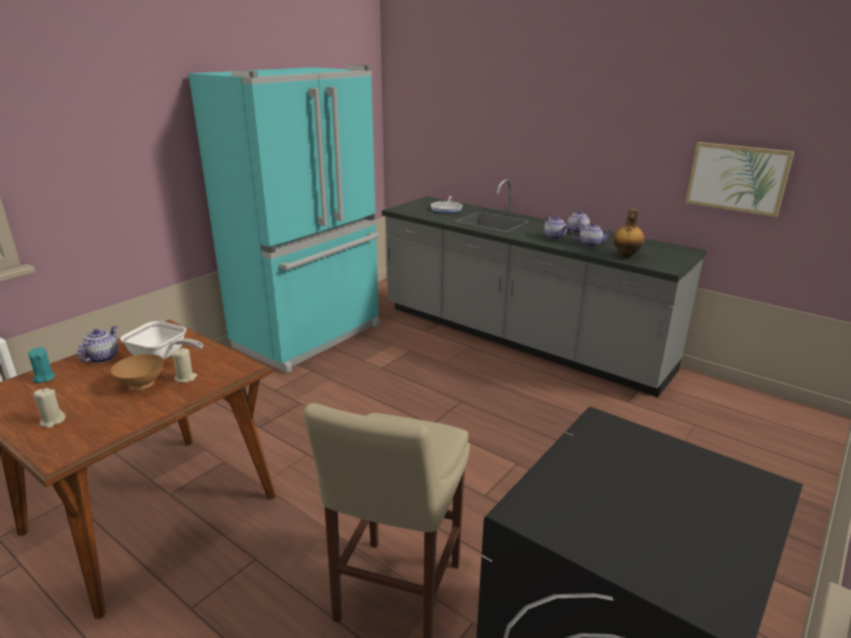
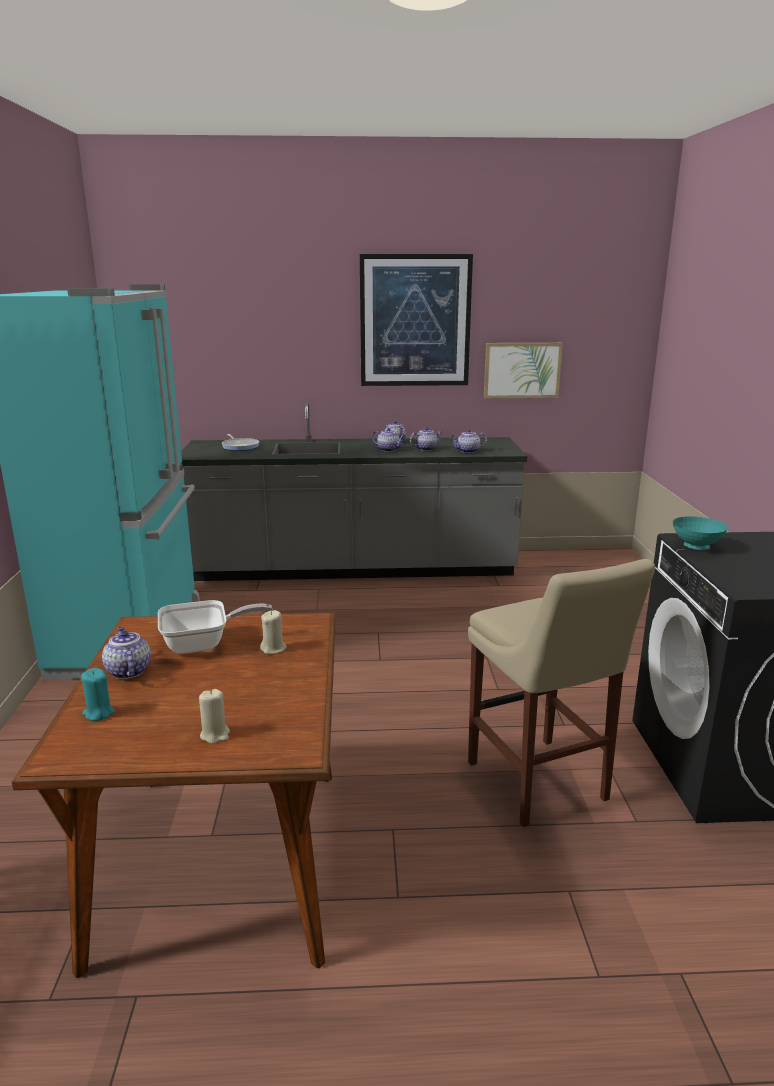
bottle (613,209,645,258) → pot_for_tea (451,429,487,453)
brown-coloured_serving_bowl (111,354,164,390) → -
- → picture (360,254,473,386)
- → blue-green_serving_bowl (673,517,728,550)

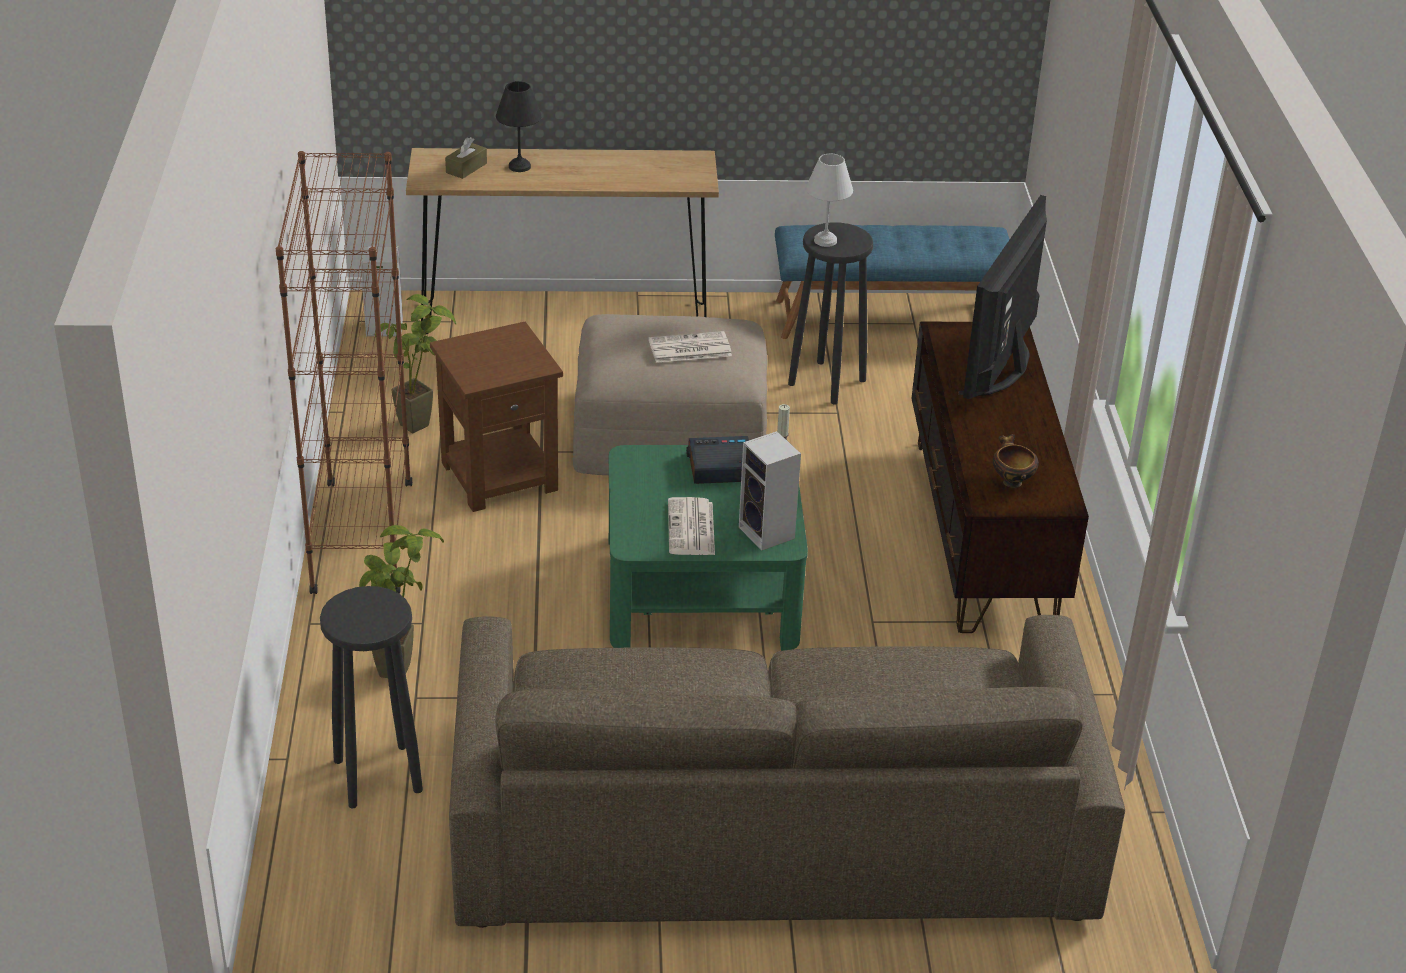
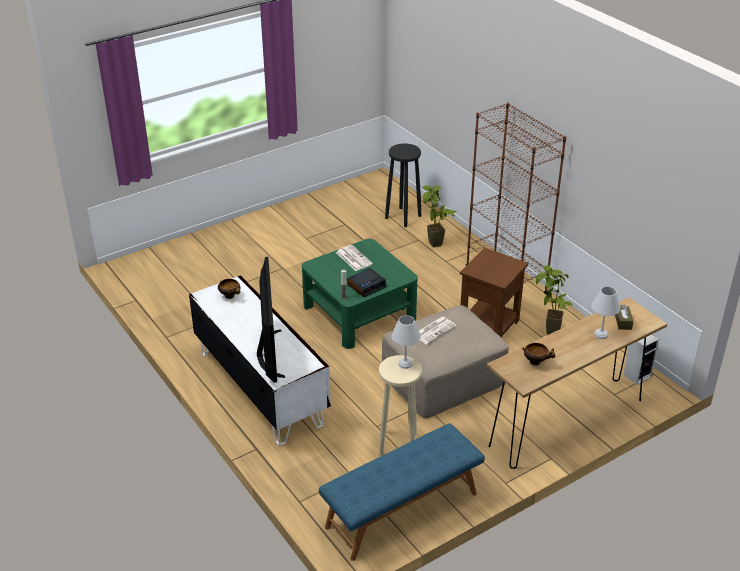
blackish_table_lamp (496,81,542,172) → whitish_table_lamp (591,287,620,339)
blackish_stool_seat (788,222,873,404) → sand-coloured_stool_seat (379,355,422,456)
brown-coloured_tv_stand (911,322,1089,633) → whitish_tv_stand (189,275,331,446)
loudspeaker (739,431,801,550) → -
brown-coloured_sofa (449,615,1125,928) → -
- → serving_bowl (522,343,556,366)

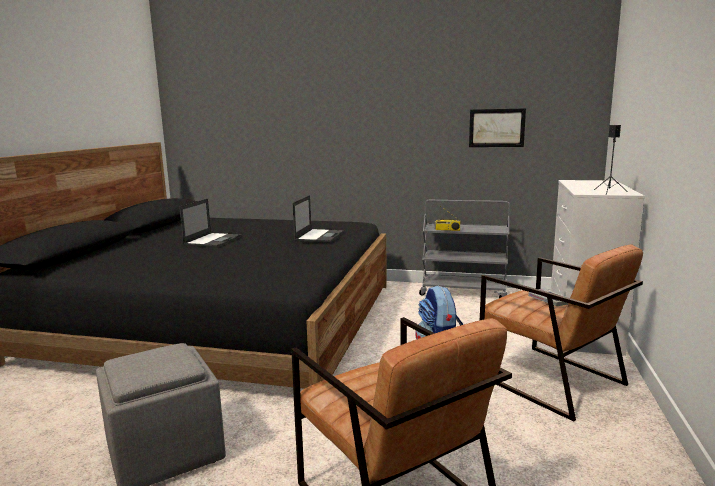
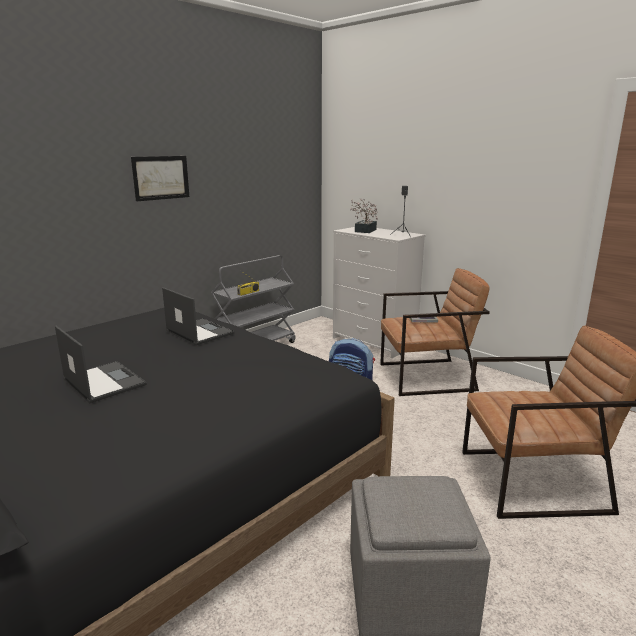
picture (469,108,526,147) → picture (131,156,189,201), relocated
- → houseplant (350,199,378,233)

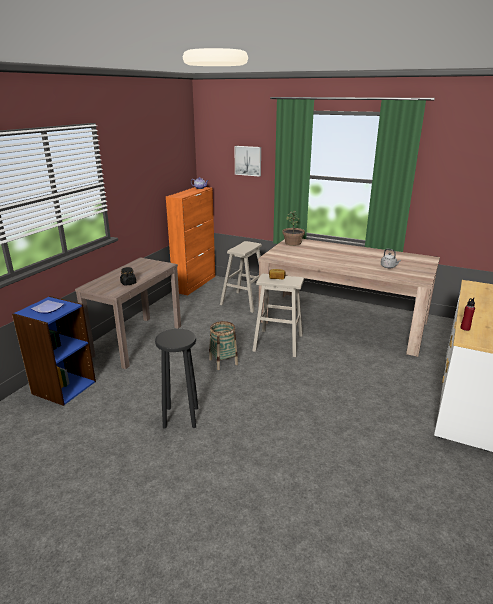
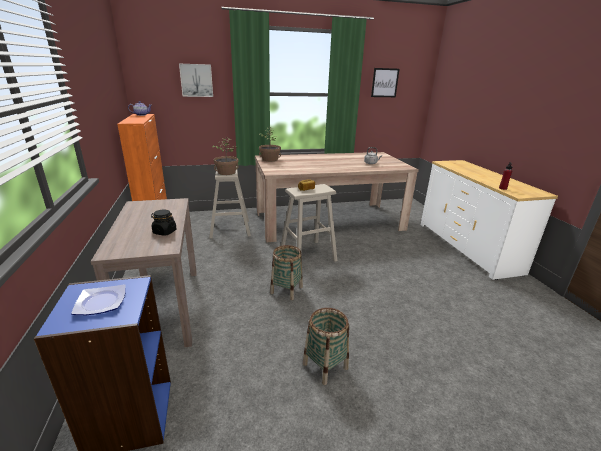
blackish_stool_seat (155,329,198,429) → household_basket (303,308,349,385)
- → picture (371,68,399,97)
- → houseplant (212,137,239,175)

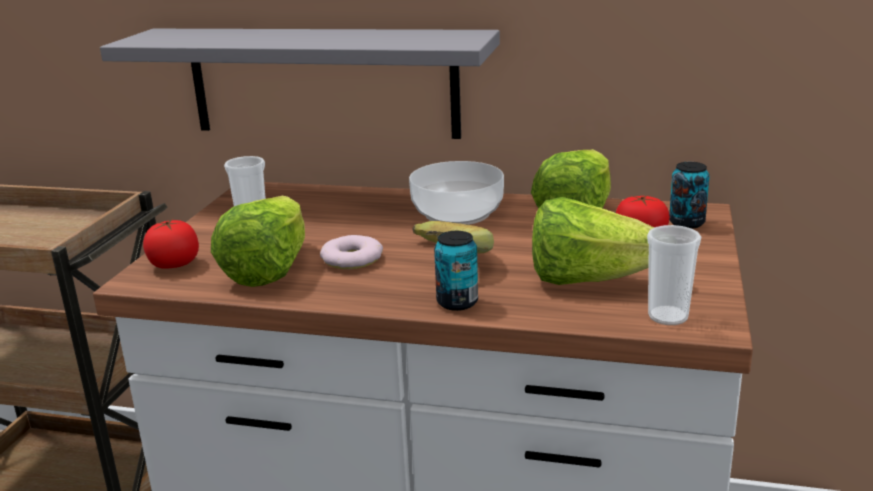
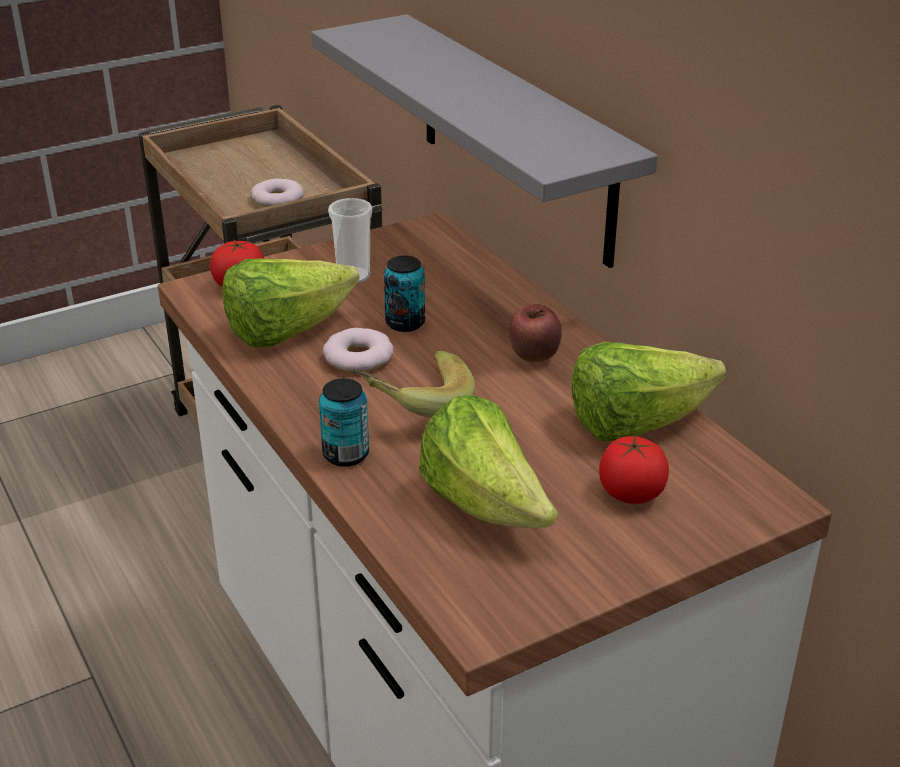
serving_bowl (409,161,504,225) → whole_apple (509,304,561,362)
can (669,162,710,229) → can (384,256,425,332), relocated
cup (647,225,702,325) → -
- → doughnut (251,179,304,207)

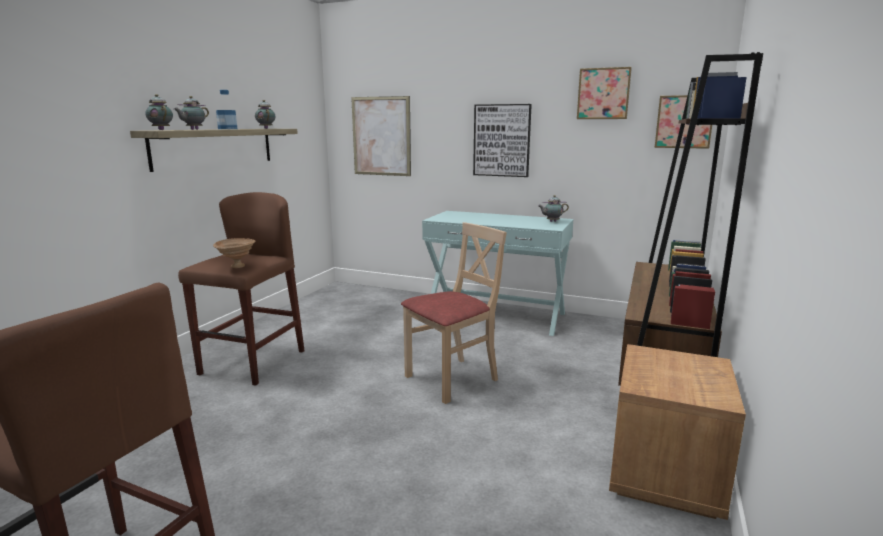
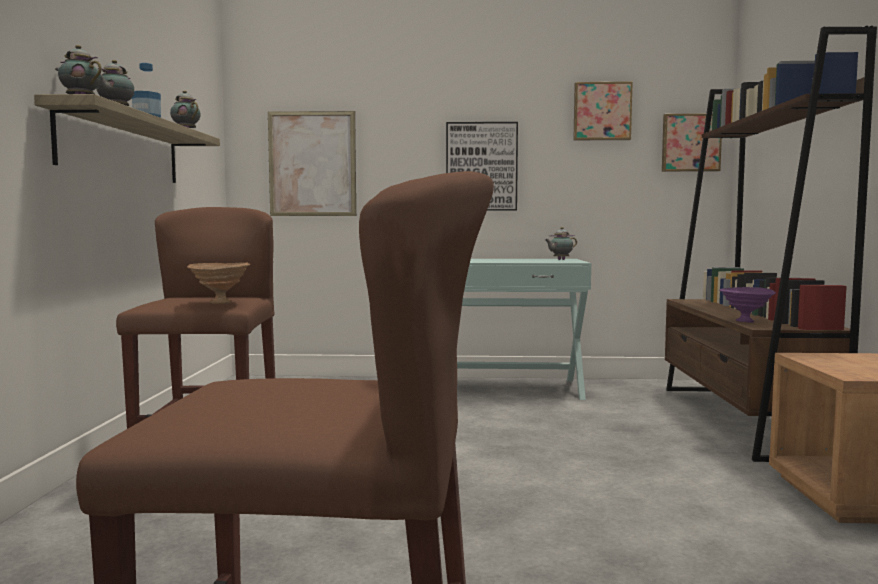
sand-coloured_chair (401,222,507,404) → -
- → purple-coloured_serving_bowl (719,287,776,323)

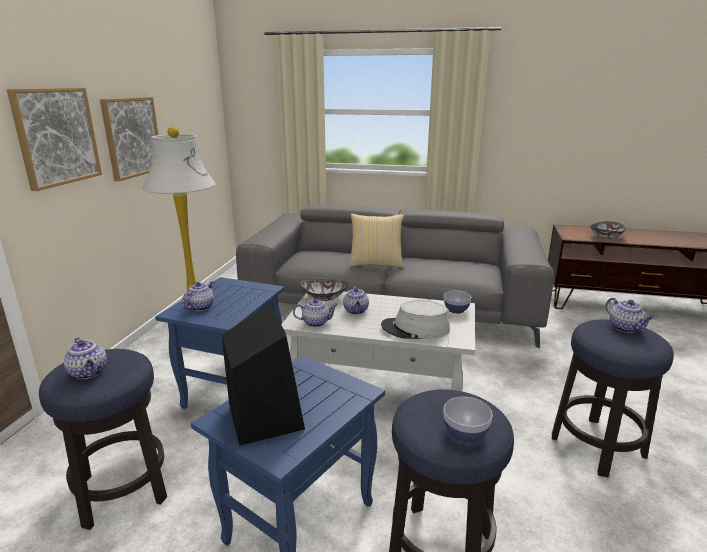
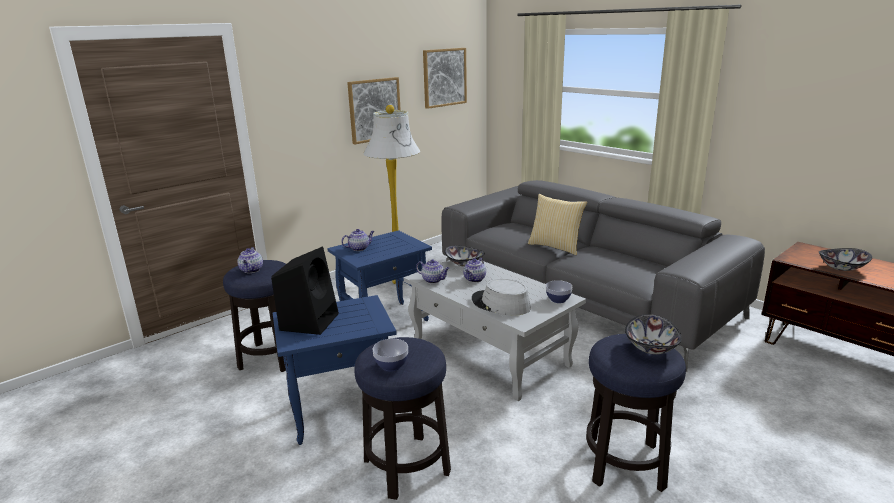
picture (6,88,102,191) → picture (423,48,467,109), relocated
pot_for_tea (606,298,654,333) → serving_bowl (625,314,682,354)

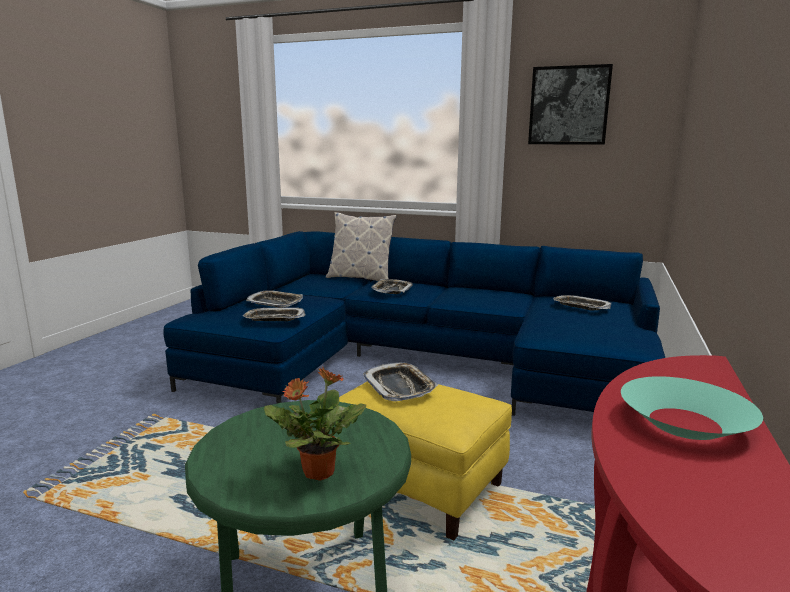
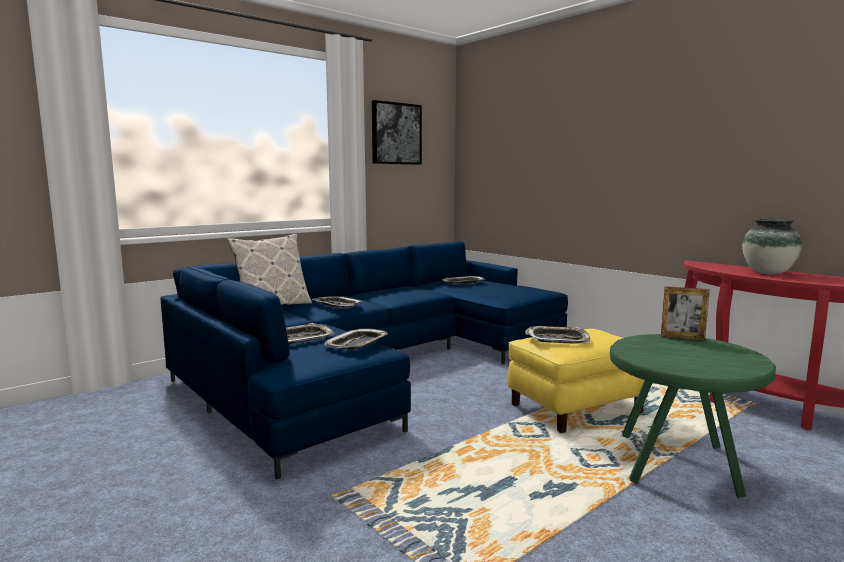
houseplant (264,367,366,481) → -
blue-green_serving_bowl (621,376,763,440) → vase (742,219,802,274)
- → standing_frame (661,286,710,341)

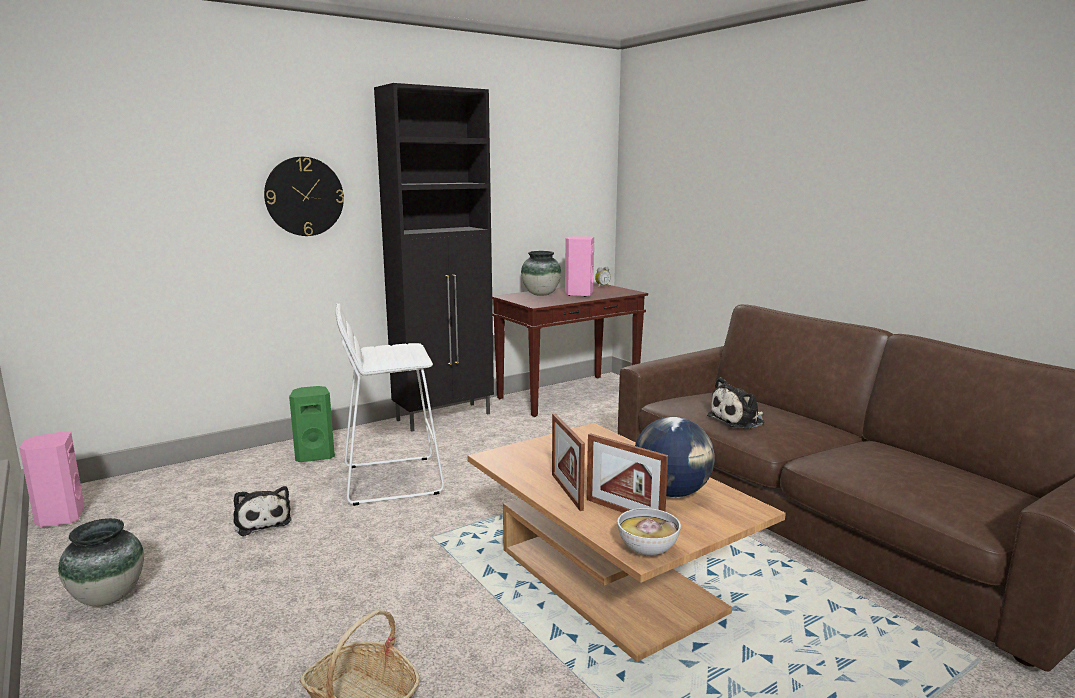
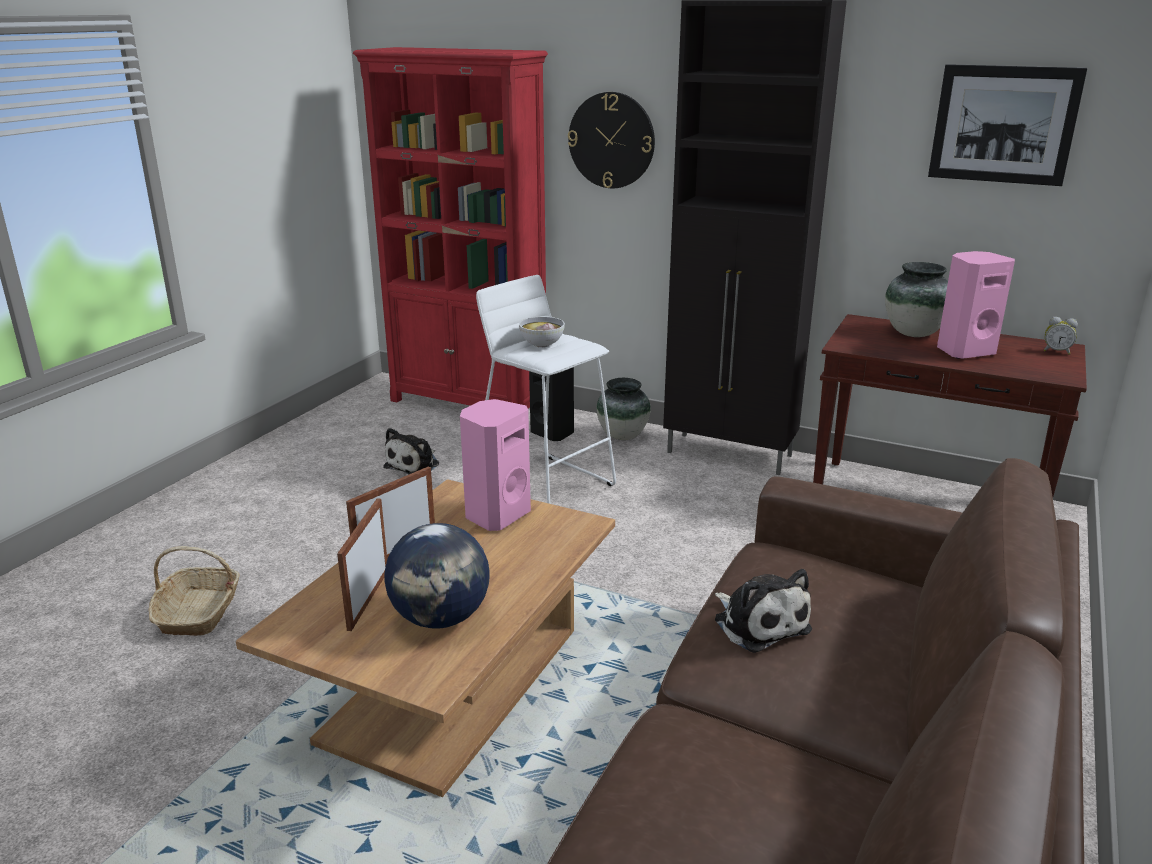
soft_toy (707,377,765,429) → soft_toy (715,569,812,653), 150 degrees counterclockwise
green-coloured_loudspeaker (289,386,335,462) → blackish_loudspeaker (529,367,574,441)
pink_loudspeaker (19,431,84,527) → pink_loudspeaker (460,399,531,531), relocated
serving_bowl (618,508,681,556) → serving_bowl (519,317,565,348), relocated
vase (58,518,144,606) → vase (596,378,651,440), relocated
- → reddish_bookshelf (353,47,548,409)
- → picture (928,64,1087,186)

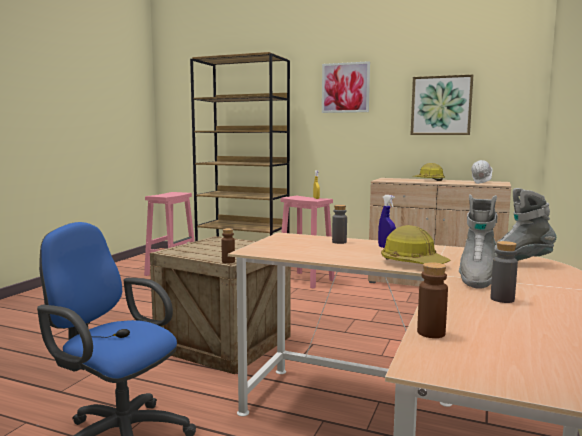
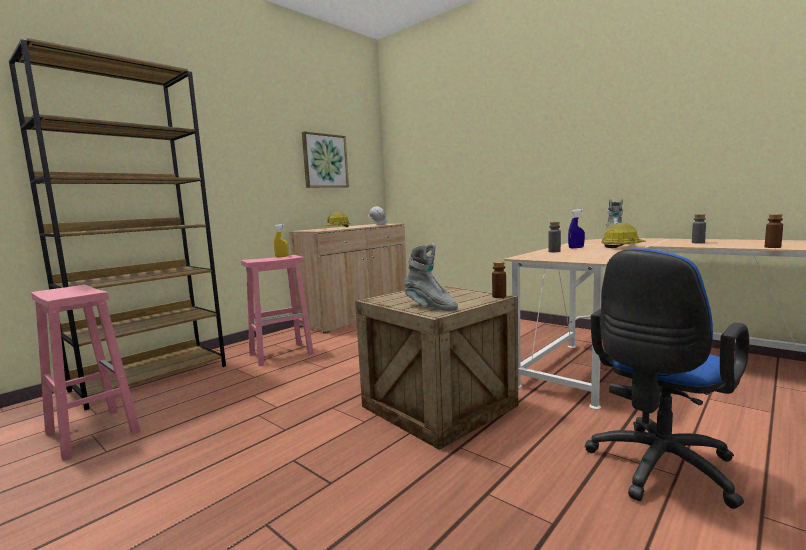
picture (322,61,370,113) → -
gray_boot (459,194,498,289) → gray_boot (404,244,458,311), relocated

